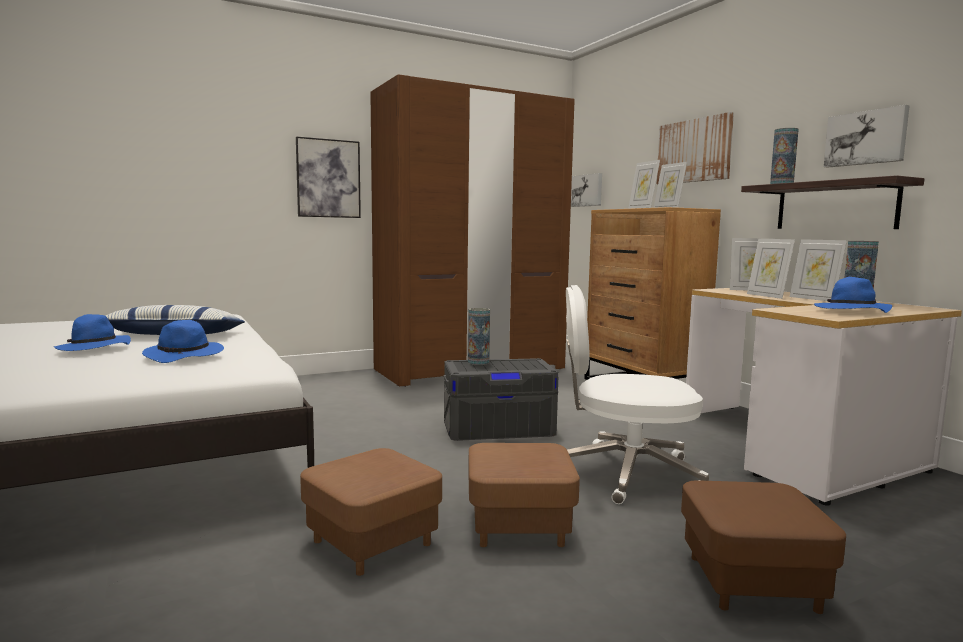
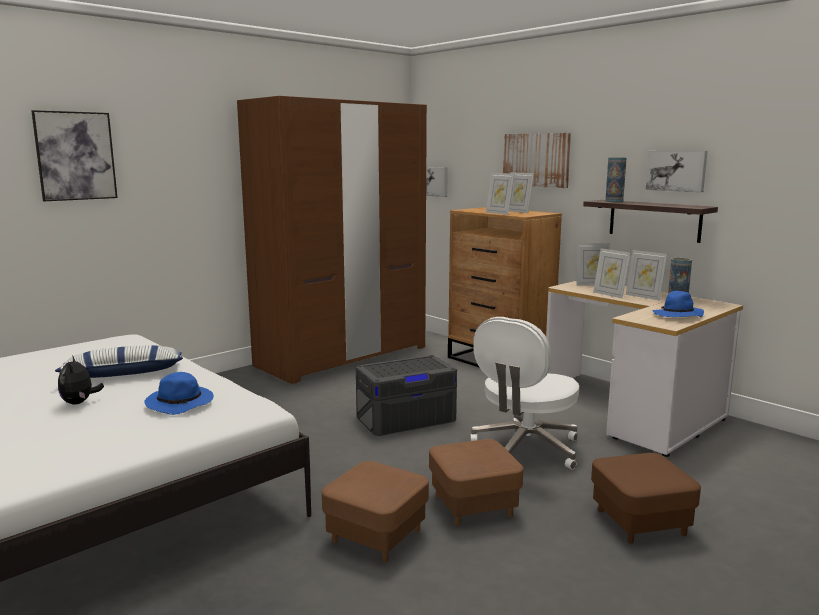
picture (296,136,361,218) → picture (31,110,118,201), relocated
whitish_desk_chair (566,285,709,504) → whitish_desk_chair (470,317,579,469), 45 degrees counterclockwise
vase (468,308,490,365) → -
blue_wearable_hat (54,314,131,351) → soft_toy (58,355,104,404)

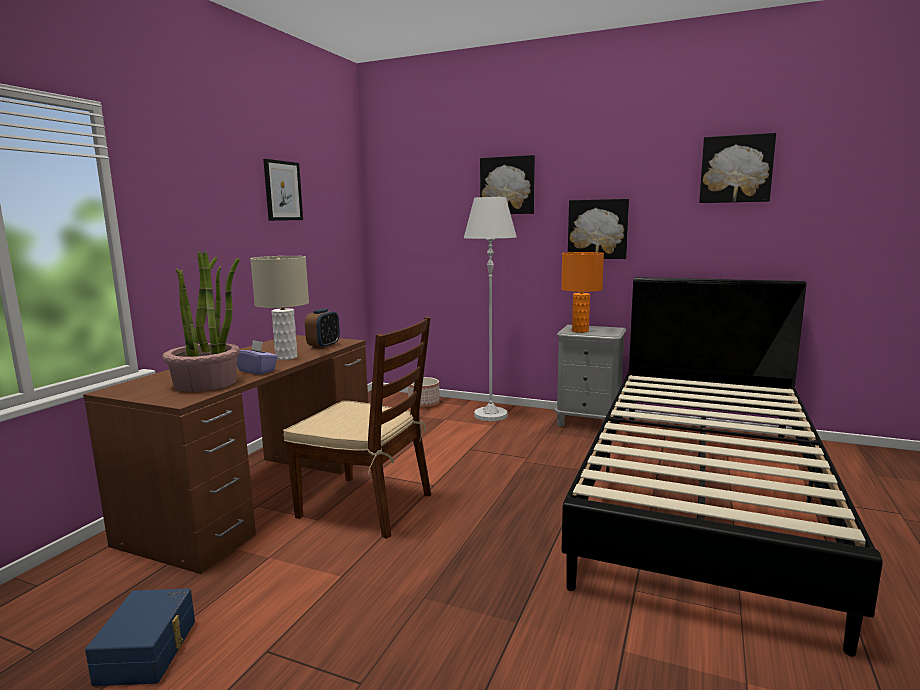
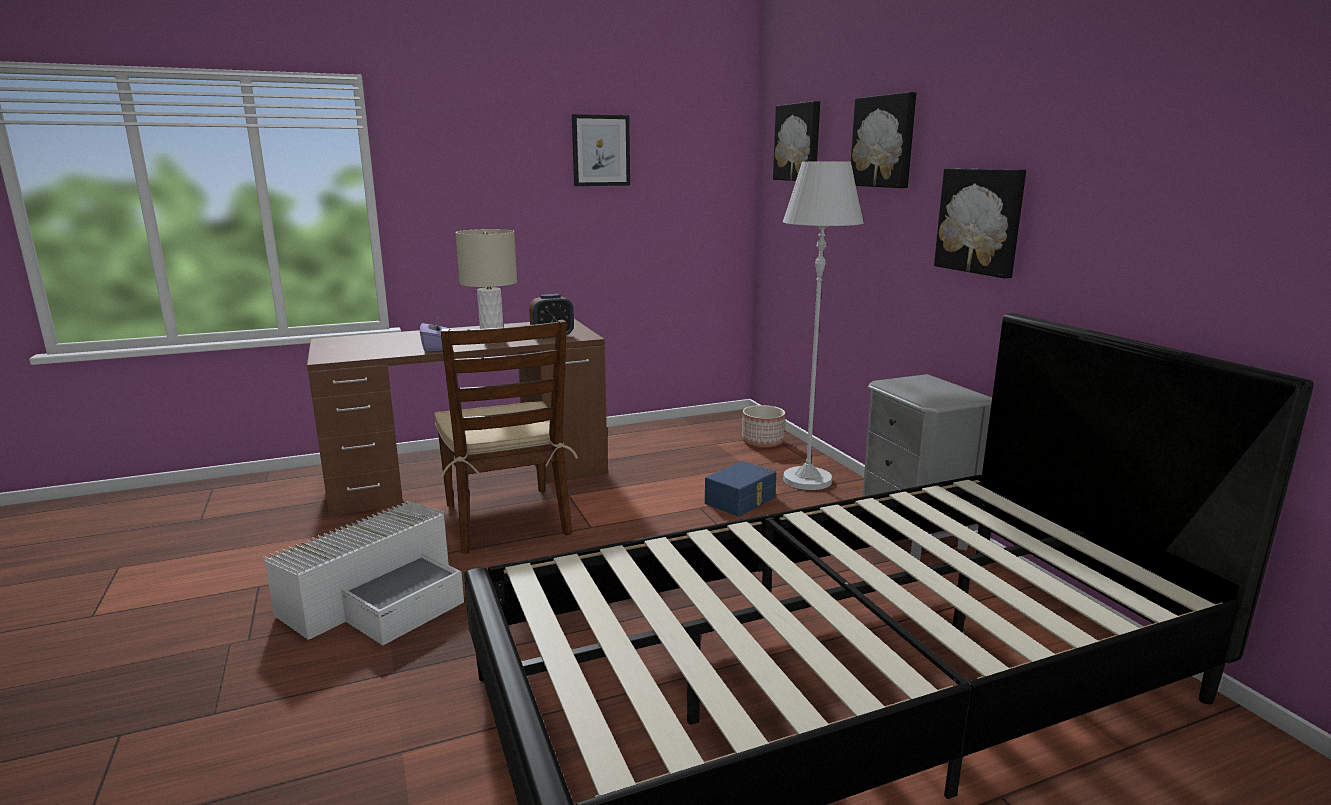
picture (699,133,776,203) → picture (773,101,820,181), relocated
houseplant (163,251,240,392) → -
orangey_table_lamp (561,252,604,333) → -
blue_storage_box (85,588,195,686) → blue_storage_box (705,461,776,517), relocated
- → whitish_storage_box (263,501,464,646)

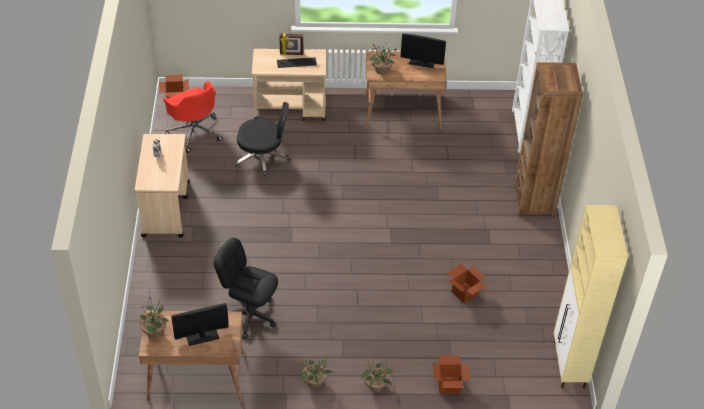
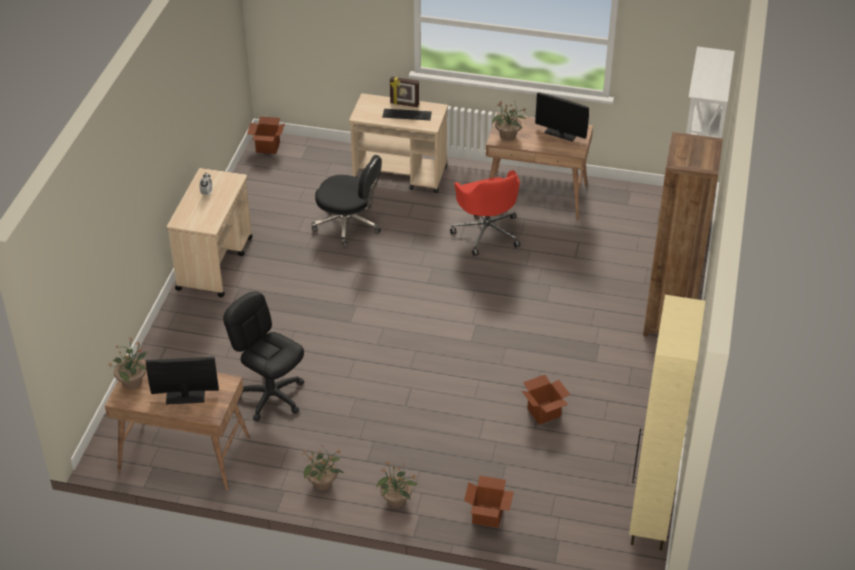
reddish_desk_chair (163,81,222,153) → reddish_desk_chair (450,170,520,256), relocated

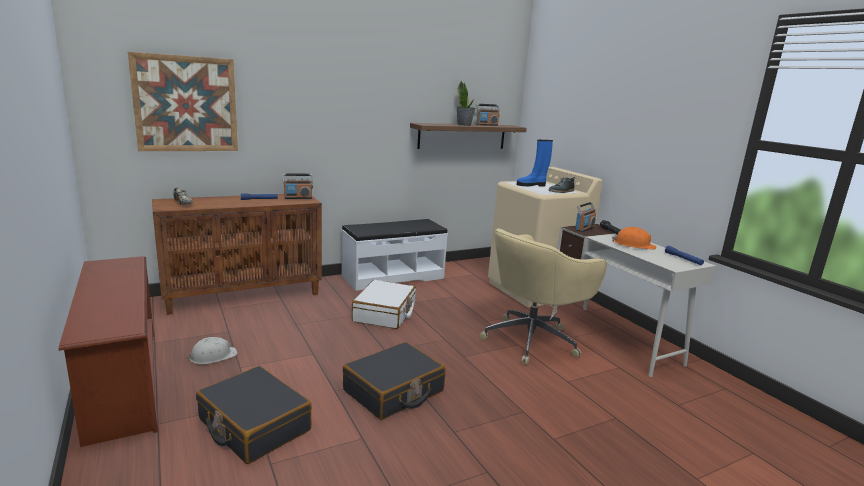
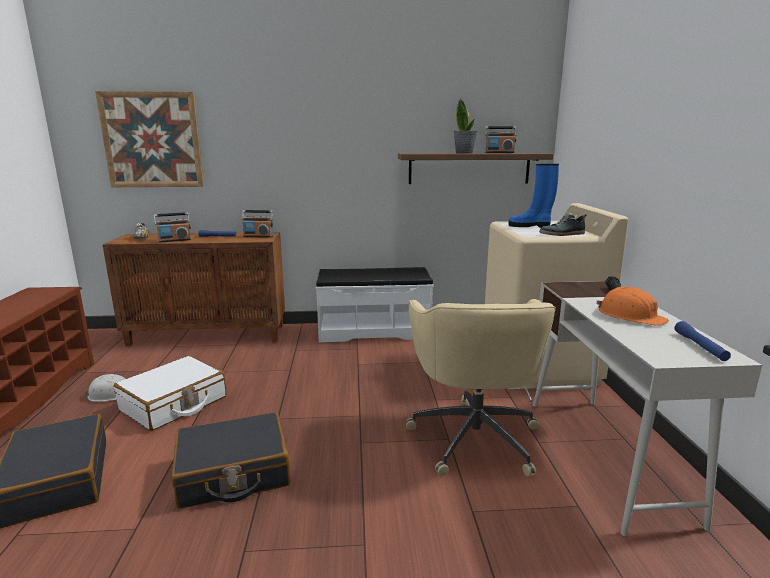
radio (576,202,596,232) → radio (154,212,191,243), relocated
sand-coloured_desk_chair (479,229,607,365) → sand-coloured_desk_chair (406,299,556,477), 75 degrees counterclockwise
whitish_piece_of_luggage (352,280,416,329) → whitish_piece_of_luggage (114,356,226,431), relocated

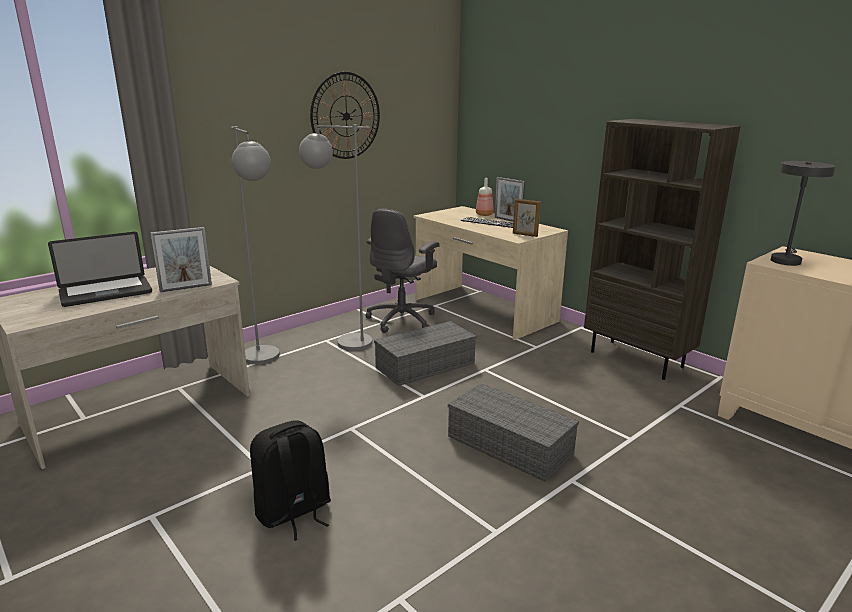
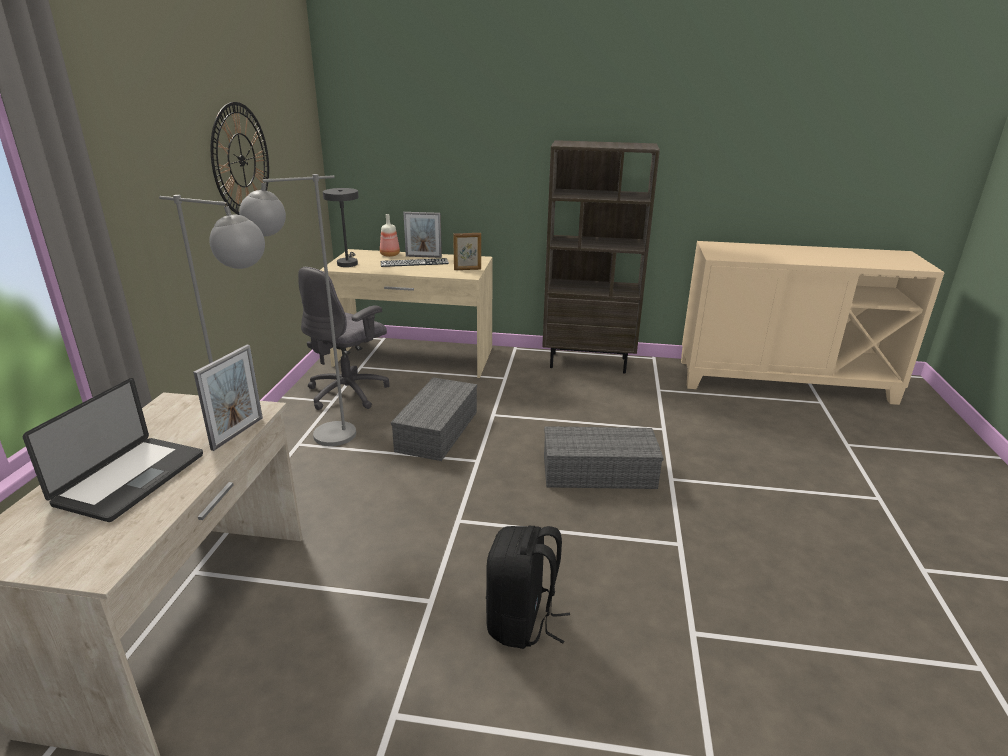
gray_table_lamp (771,161,836,266) → gray_table_lamp (323,188,359,267), relocated
gray_desk_chair (366,209,440,333) → gray_desk_chair (298,267,390,410), 45 degrees clockwise

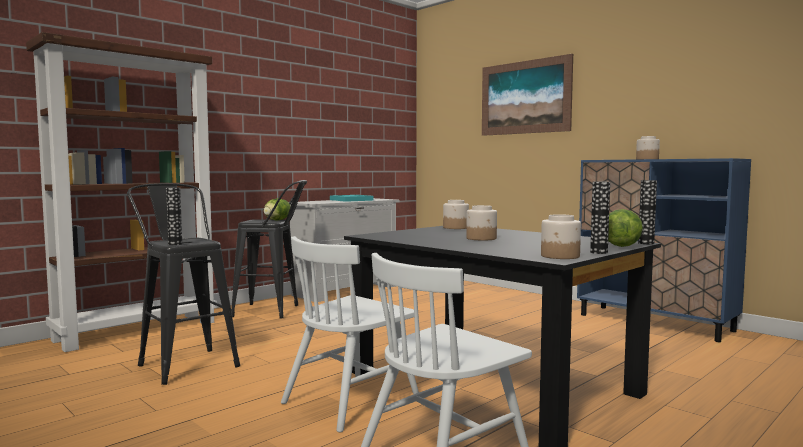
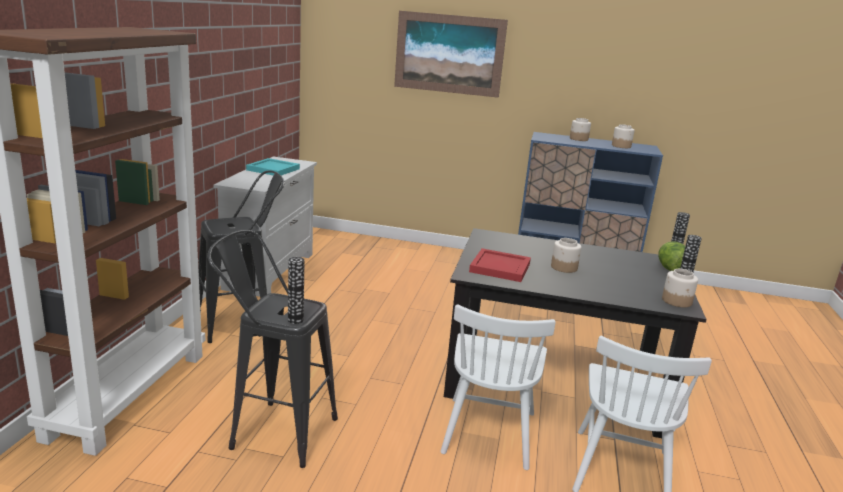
head_of_lettuce (263,198,290,221) → -
storage_jar (443,200,469,229) → storage_jar (612,124,635,148), relocated
- → reddish_carrying_tray (469,248,531,282)

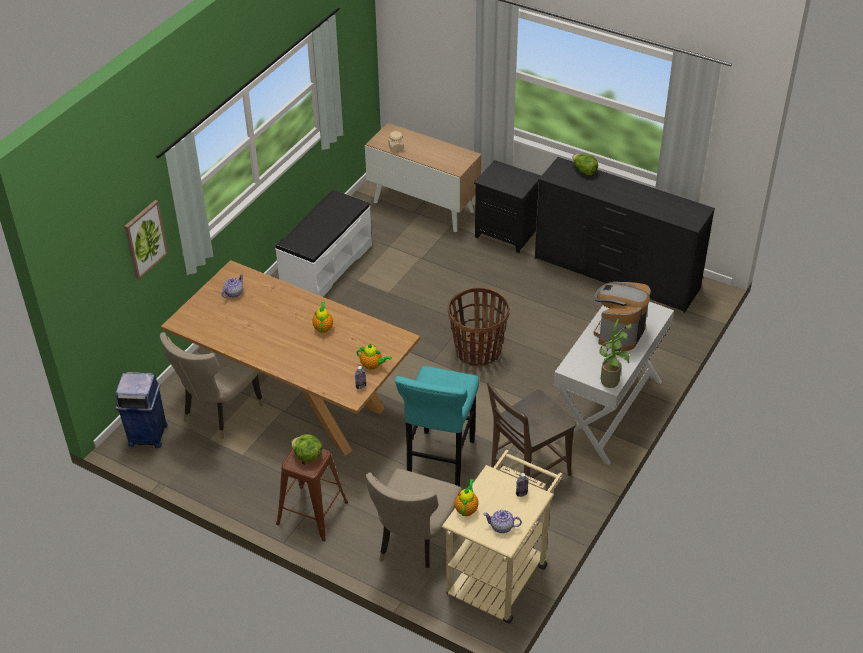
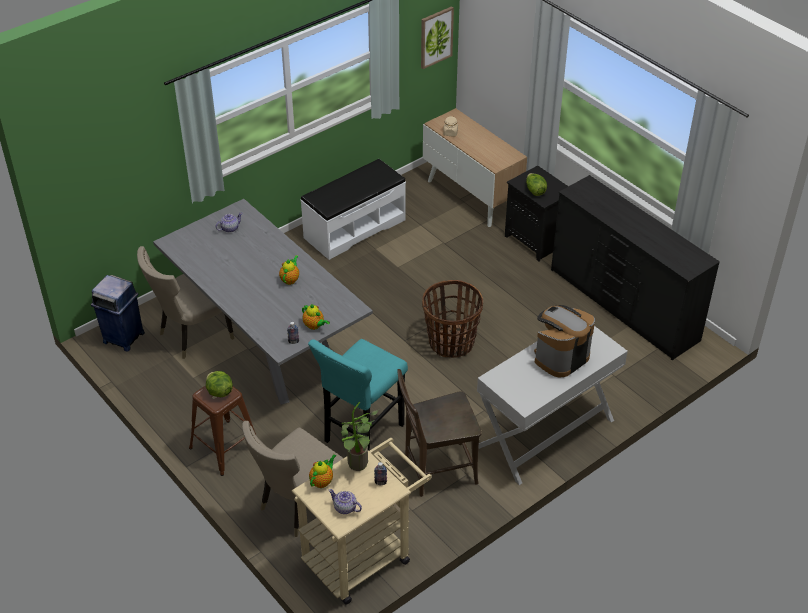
head_of_lettuce (573,154,598,176) → head_of_lettuce (526,173,547,196), relocated
picture (124,200,168,280) → picture (421,6,454,69), relocated
brown-coloured_kitchen_table (161,260,420,456) → gray_kitchen_table (153,199,373,405)
houseplant (599,319,631,388) → houseplant (341,402,379,471), relocated

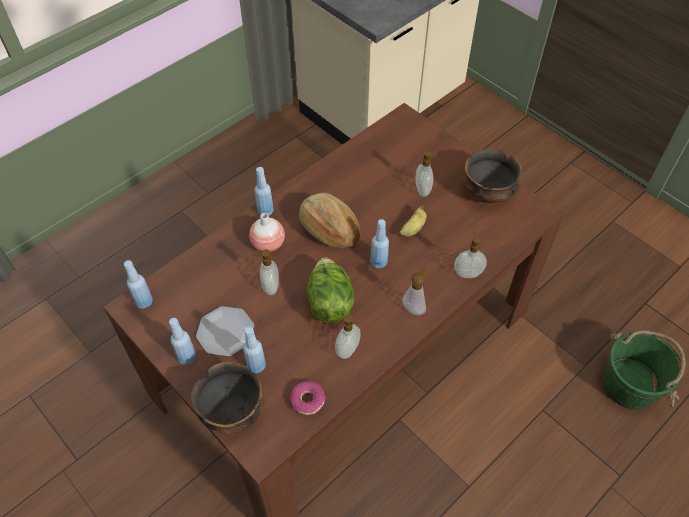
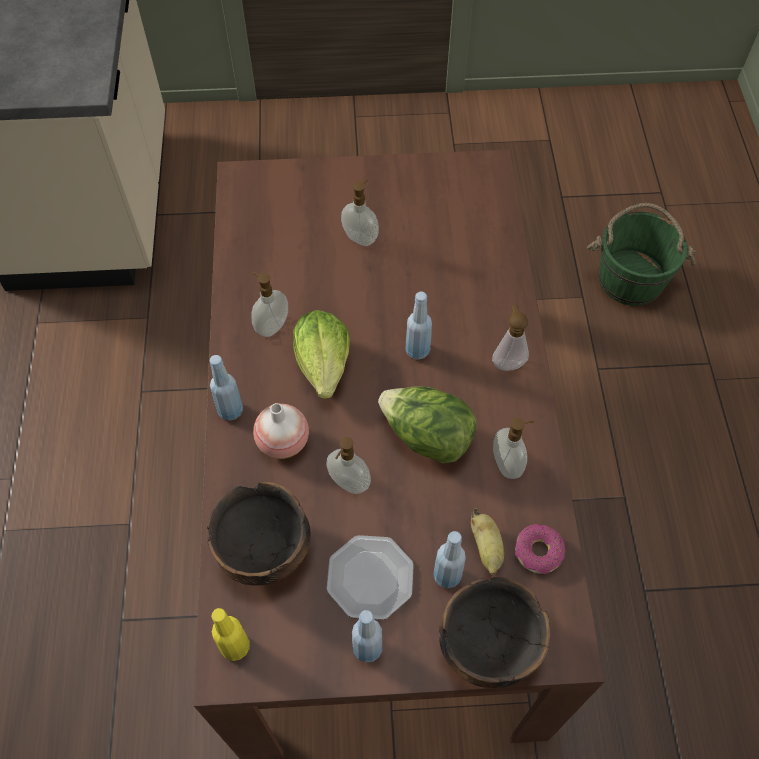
serving_bowl (463,149,522,203) → serving_bowl (207,482,311,586), relocated
bread (299,193,360,248) → head_of_lettuce (293,310,350,399)
whole_banana (399,205,427,237) → whole_banana (471,508,504,576), relocated
soap_bottle (454,232,487,278) → soap_bottle (251,272,288,337), relocated
blue_bottle (124,260,153,309) → yellow_bottle (211,608,250,661)

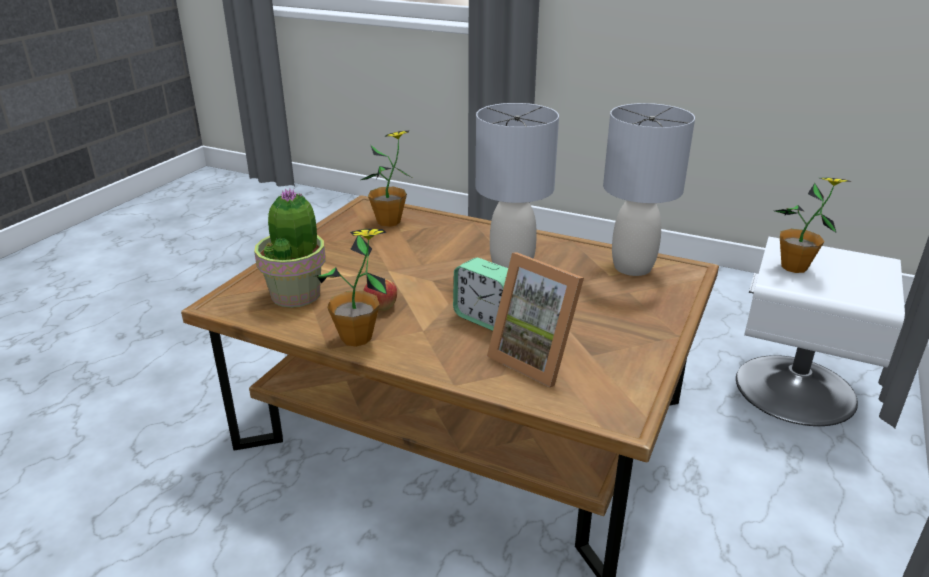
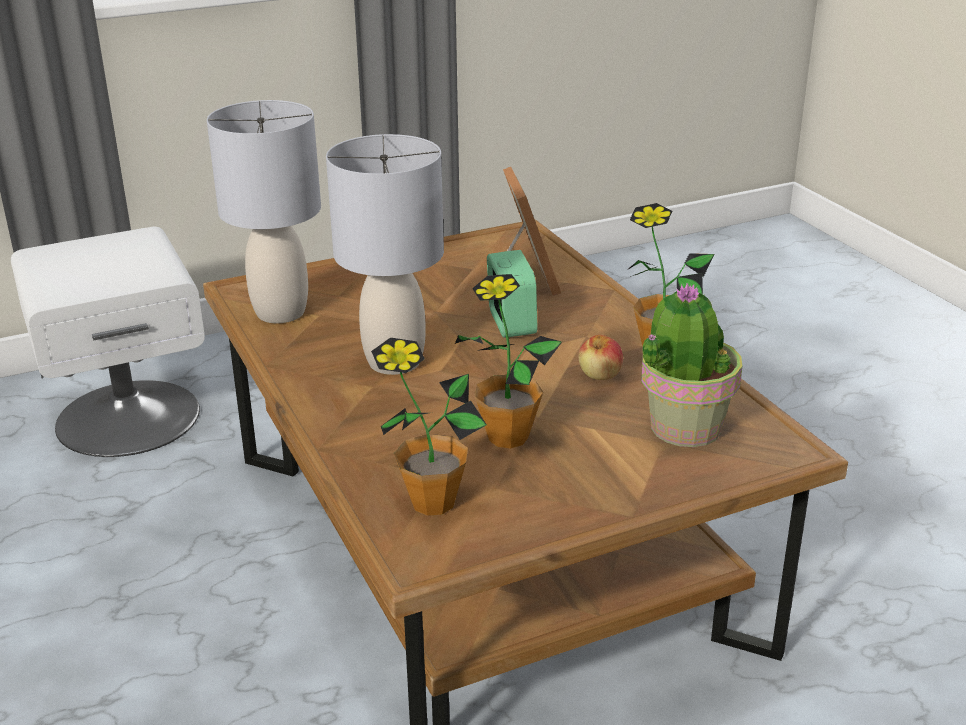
houseplant (775,178,852,273) → houseplant (455,274,562,448), relocated

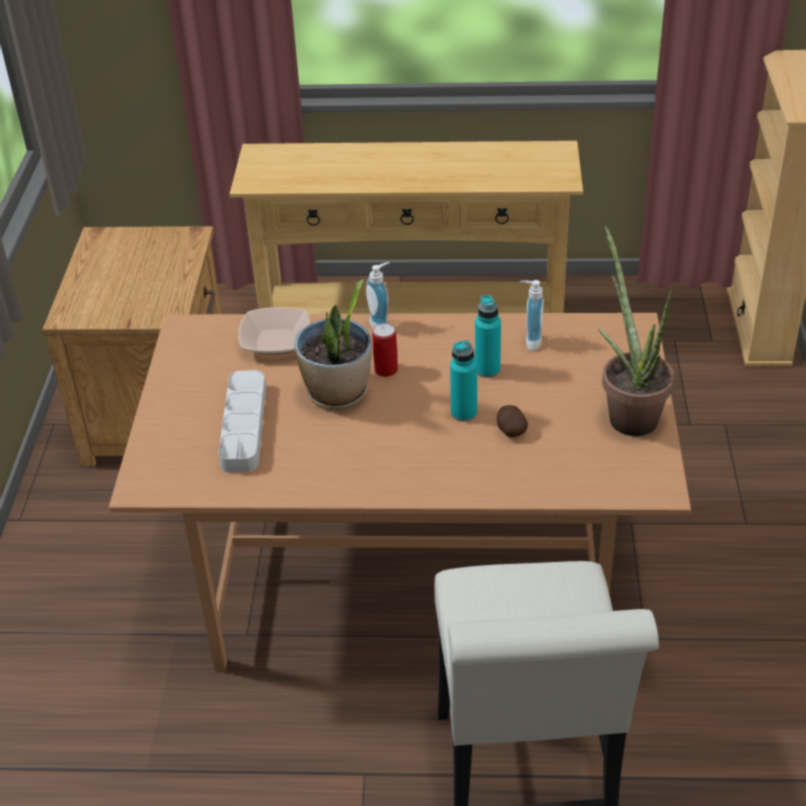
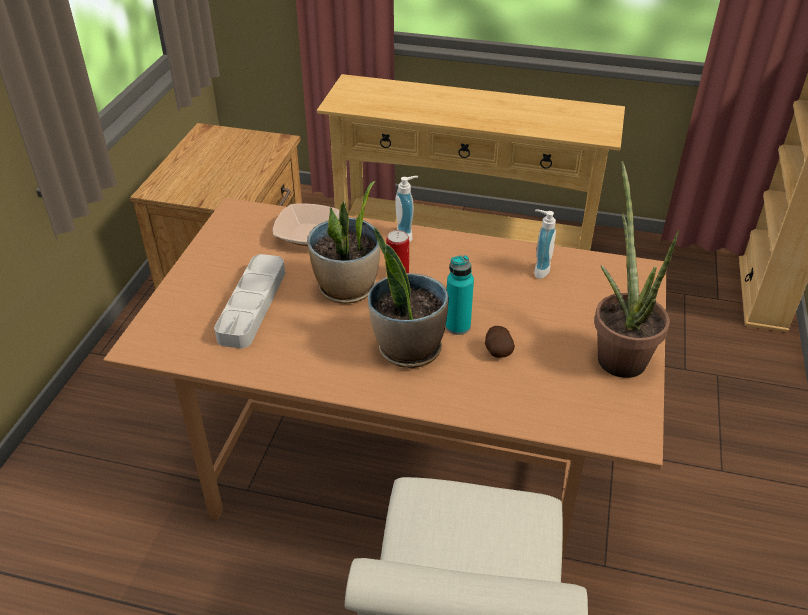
blue-green_bottle (475,295,501,378) → -
- → houseplant (368,227,449,369)

